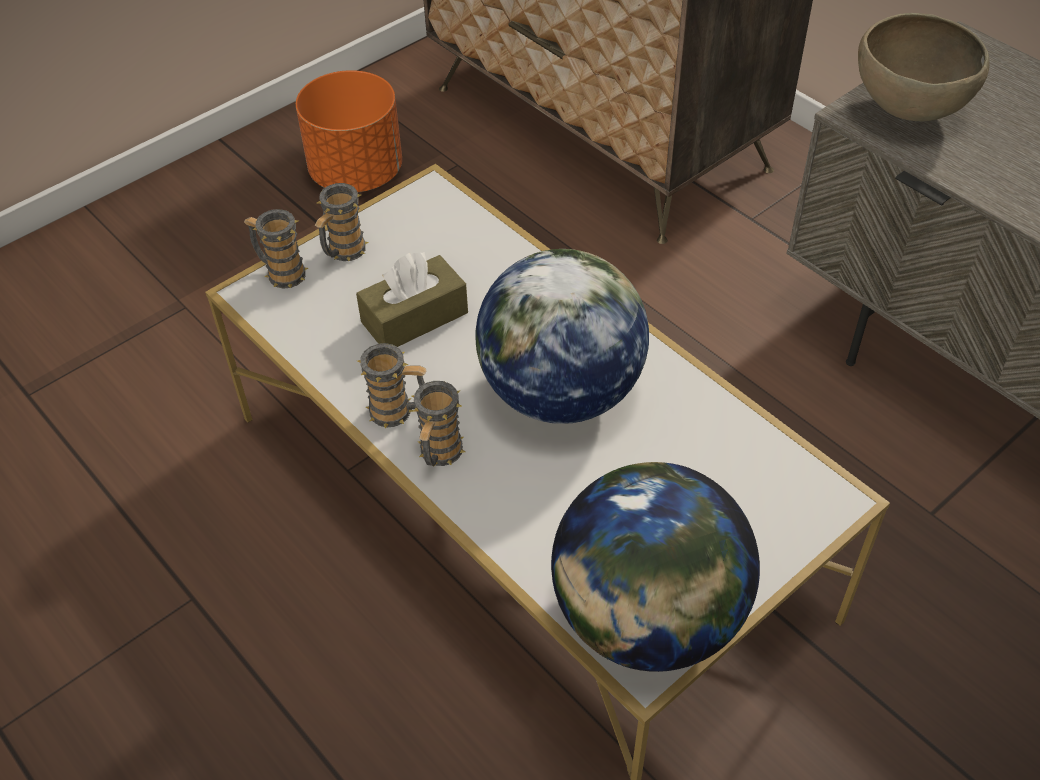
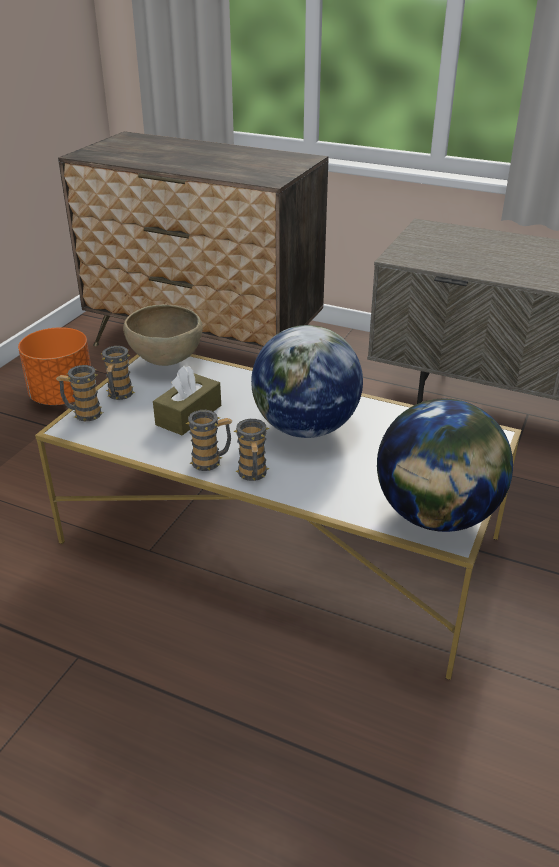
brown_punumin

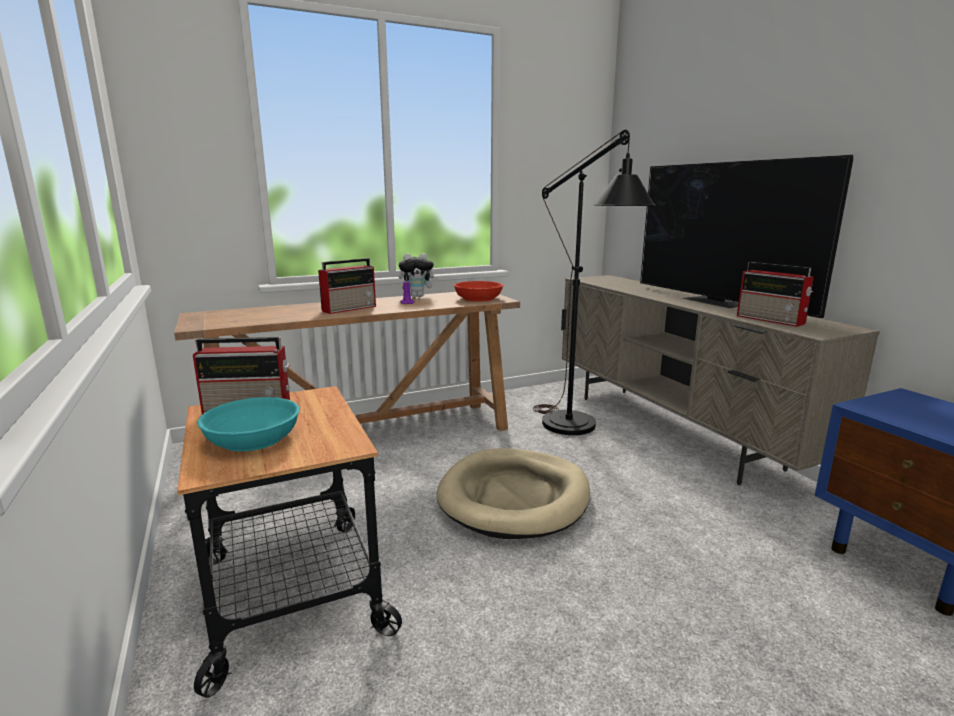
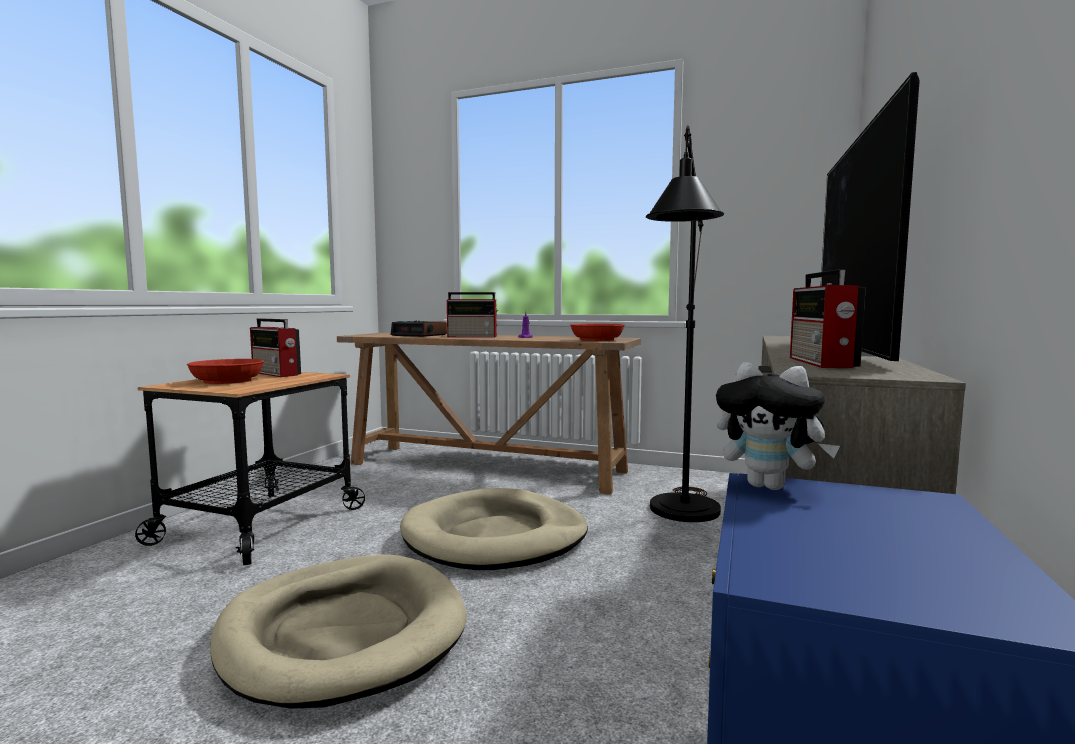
red_punumin (1st from left); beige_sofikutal (1st from left); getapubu; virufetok

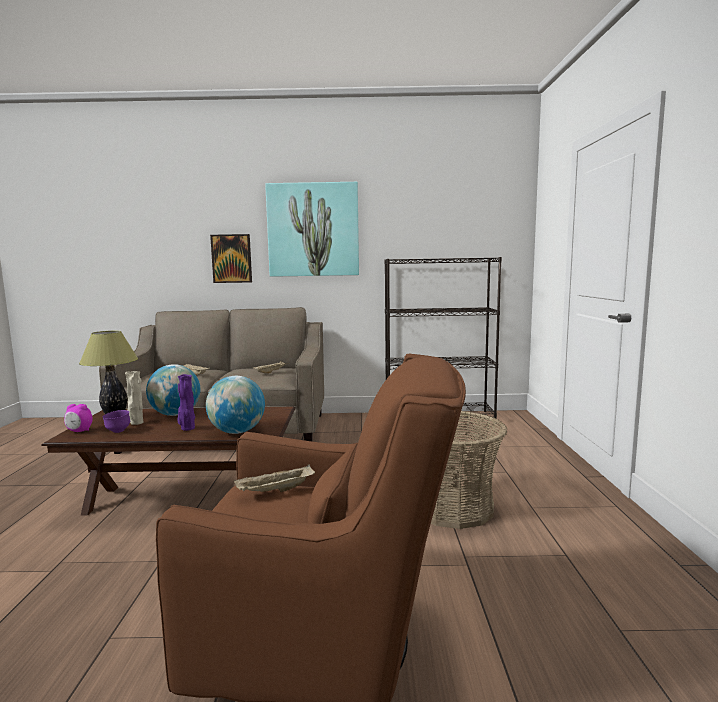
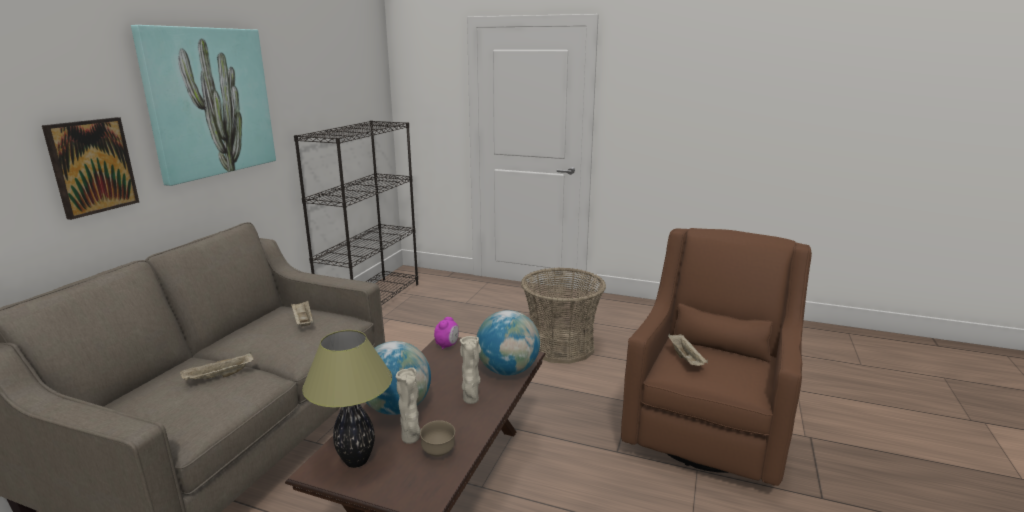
brown_punumin; getapubu; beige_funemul (2nd from left)

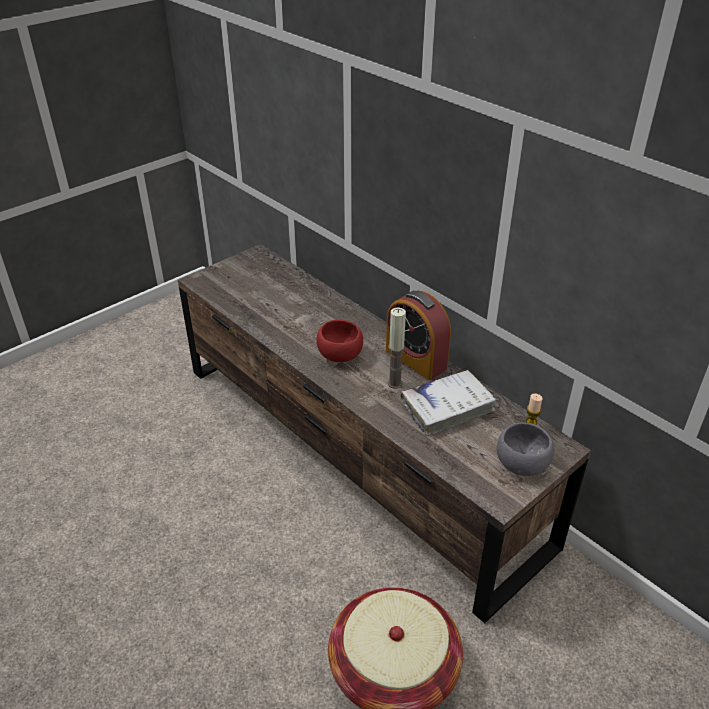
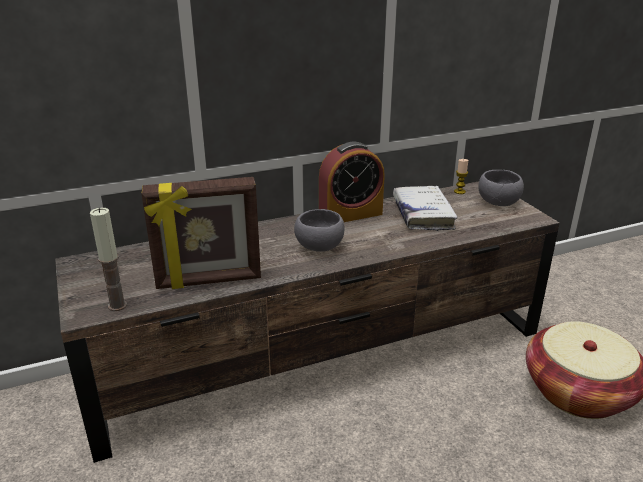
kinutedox (1st from left); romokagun; grey_punumin (1st from left)

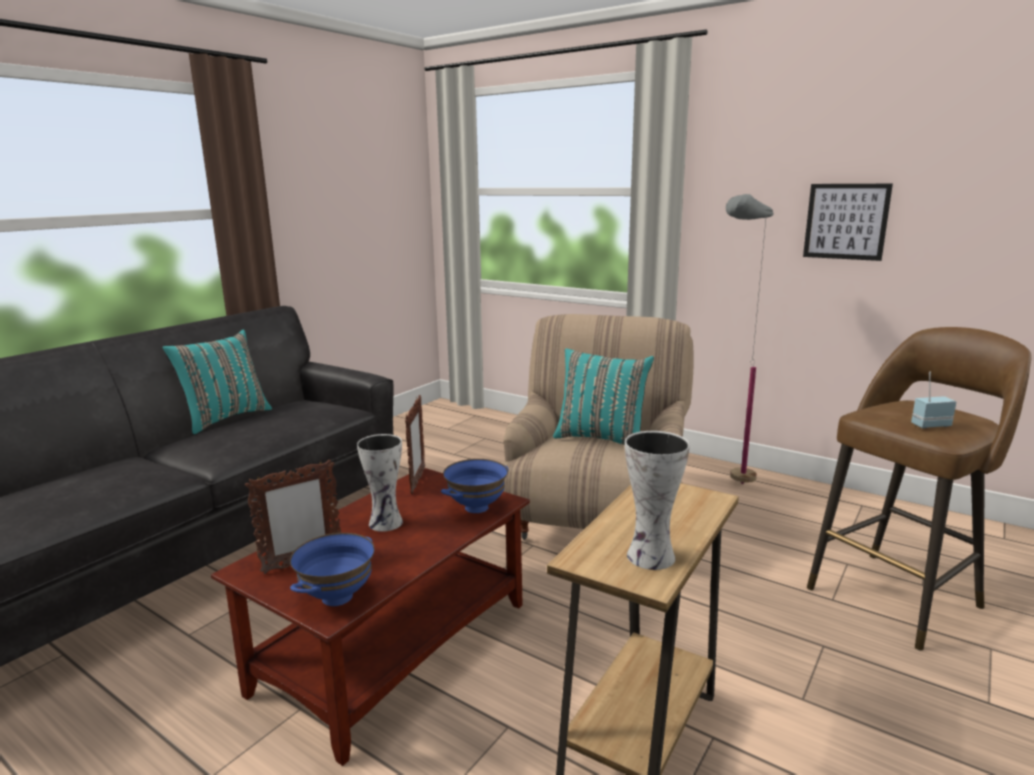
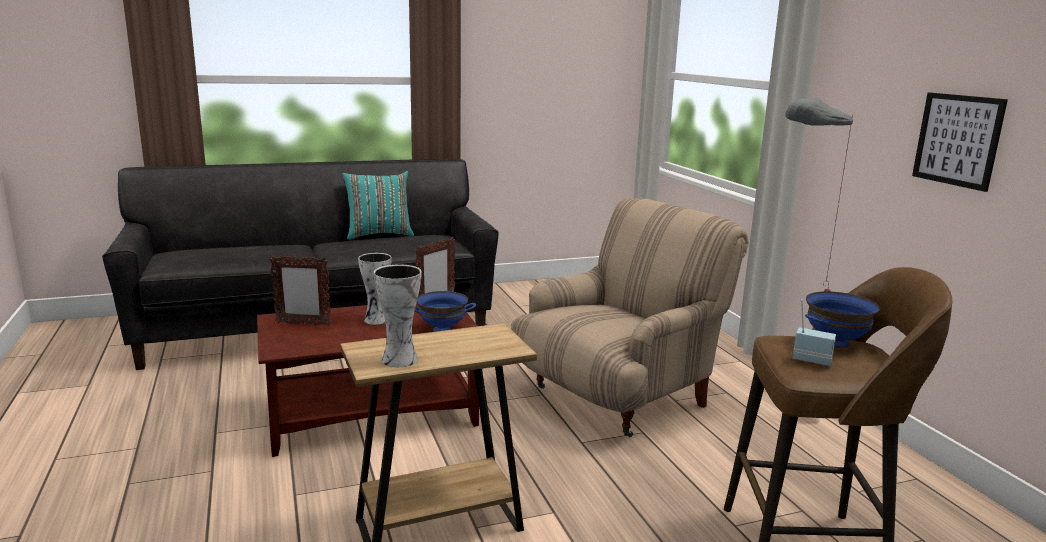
blue_punumin (2nd from left); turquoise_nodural (2nd from left in the first image)

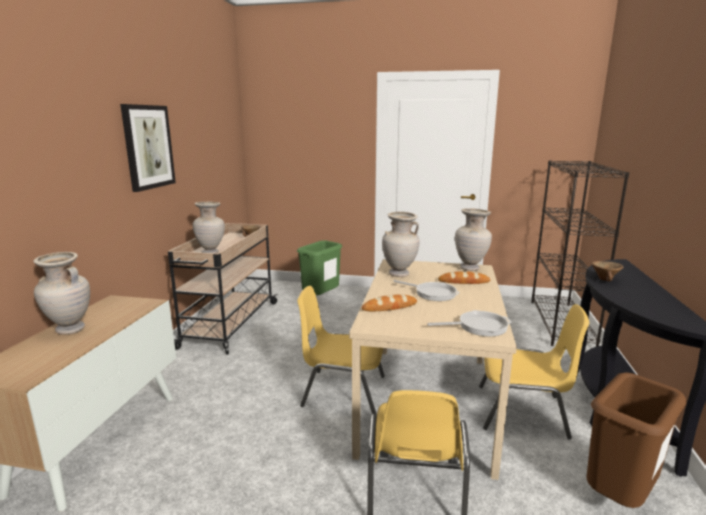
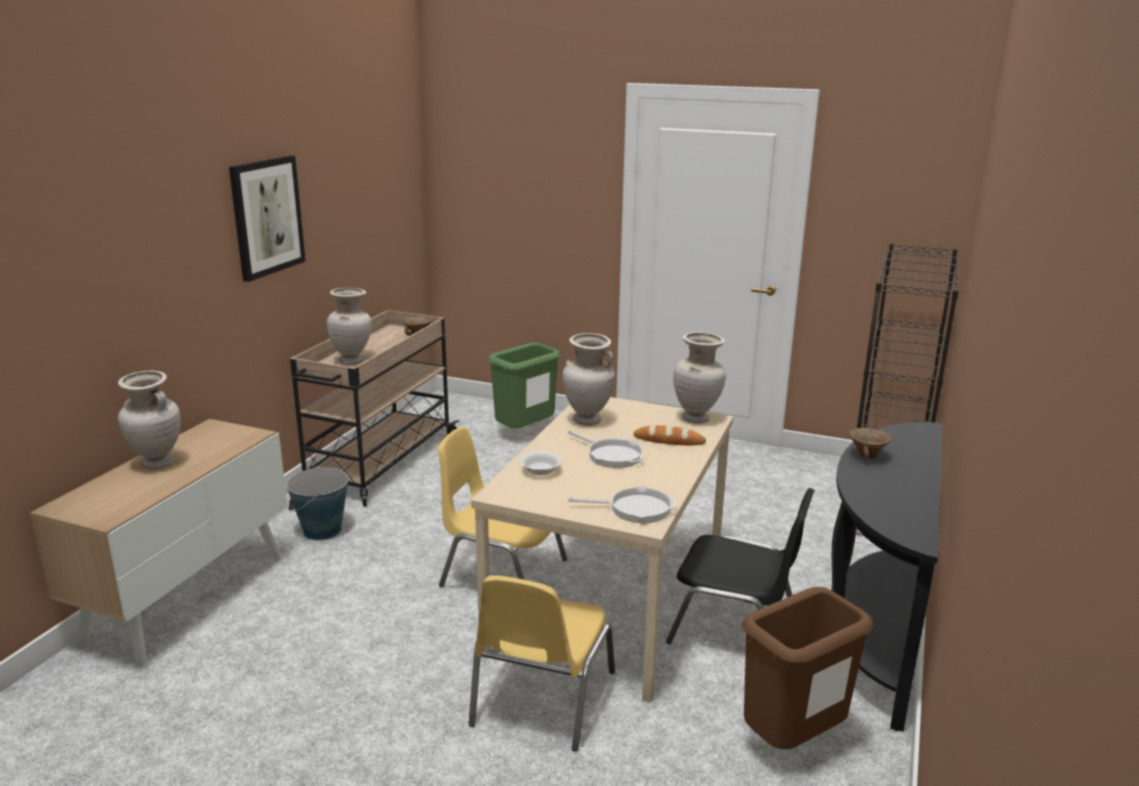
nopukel; white_punumin; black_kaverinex

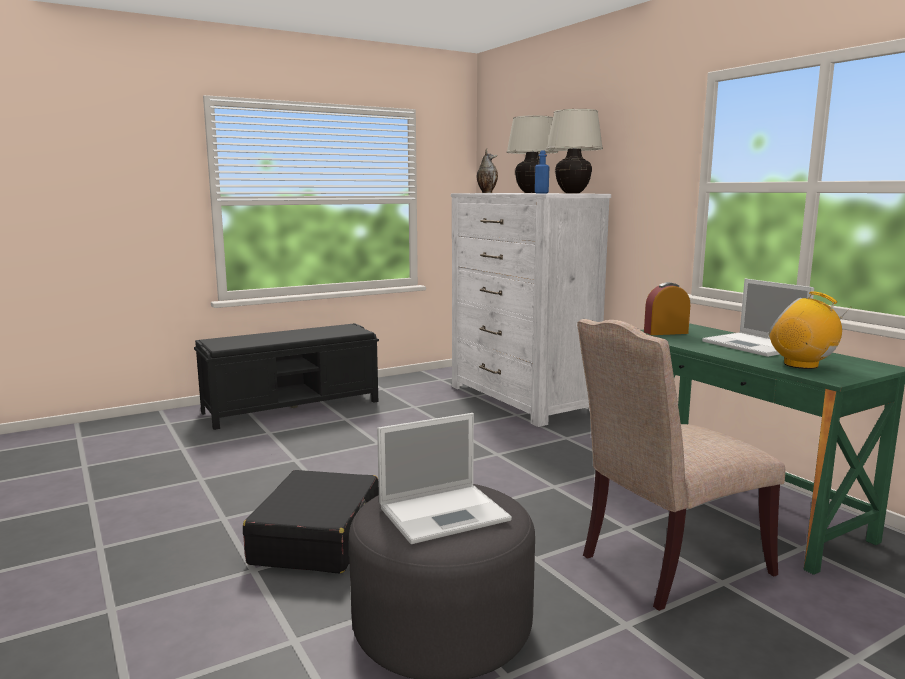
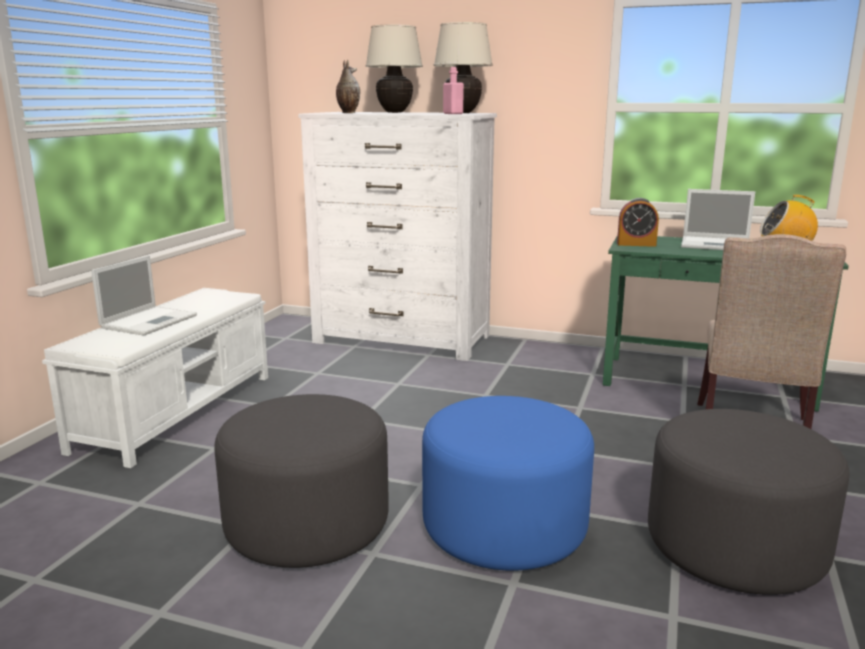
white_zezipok; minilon (1st from left); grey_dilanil (1st from left); blue_dilanil; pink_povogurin; getapubu

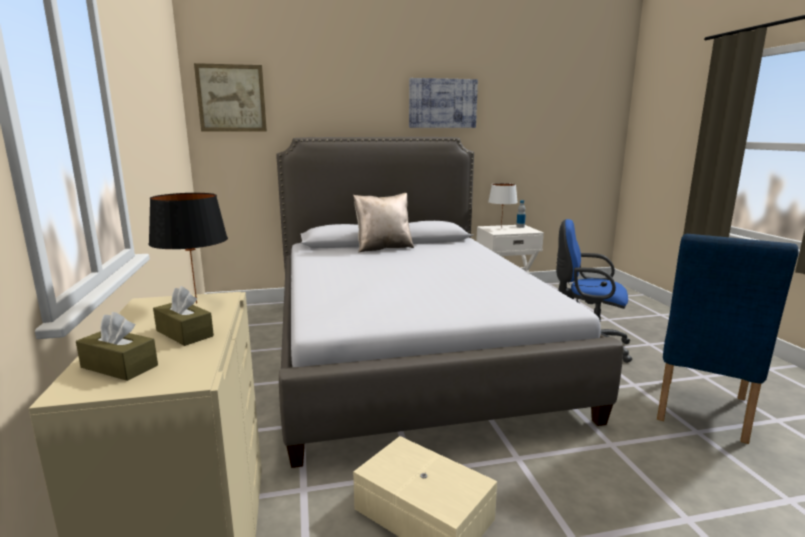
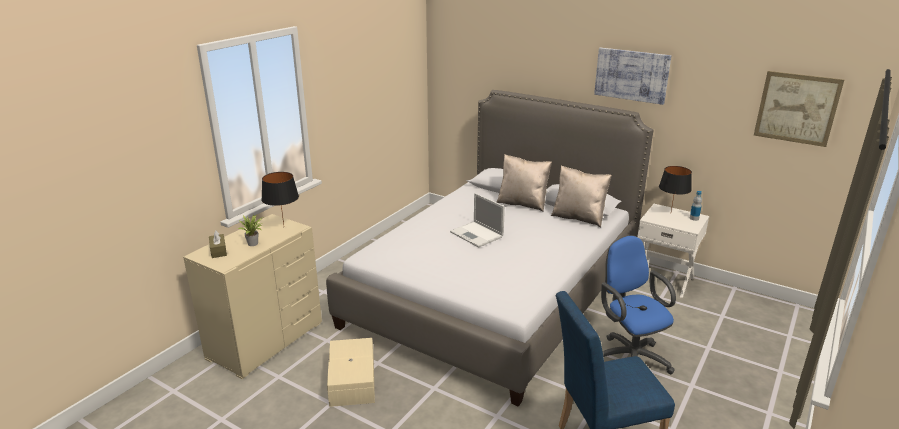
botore; minilon; beige_nodural (2nd from left); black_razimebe (2nd from left); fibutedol (2nd from left)

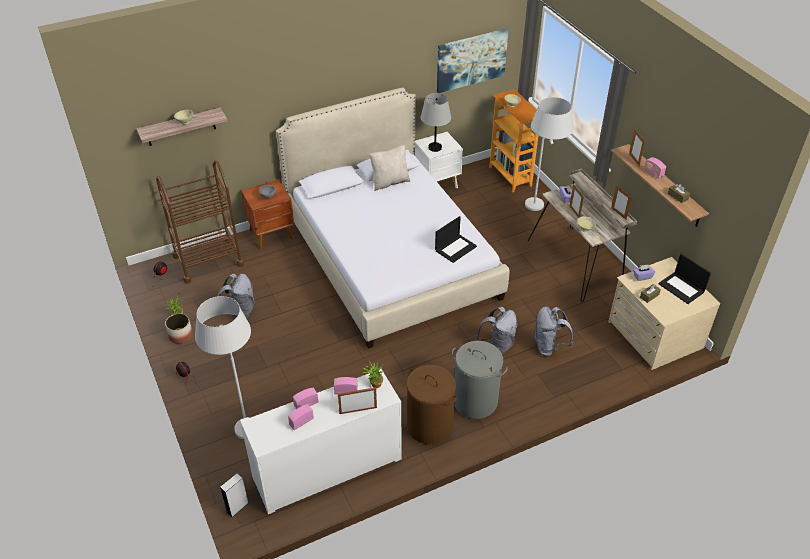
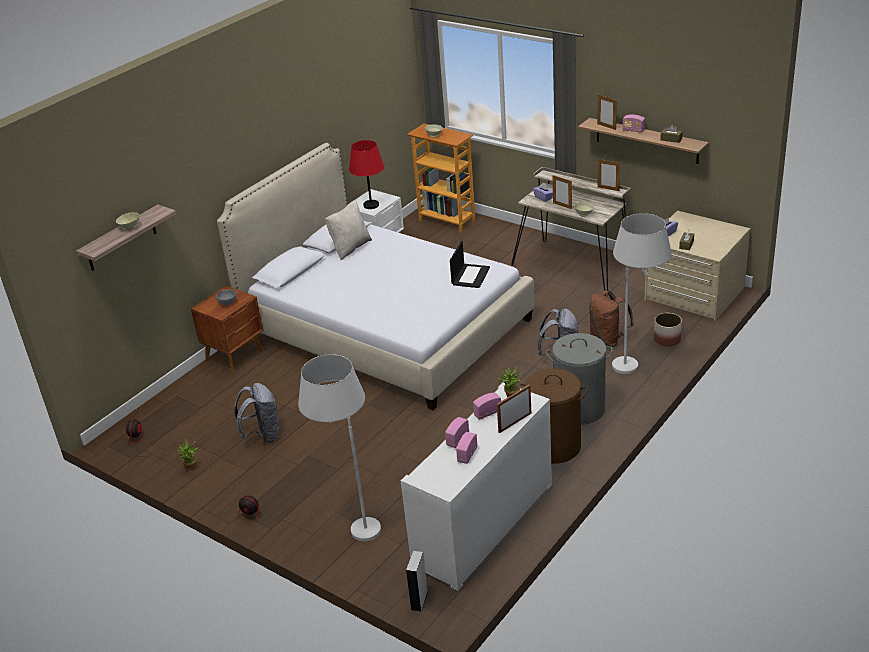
red_razimebe; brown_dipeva; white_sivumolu (2nd from left); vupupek; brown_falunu; fibutedol; minilon (2nd from left in the first image)

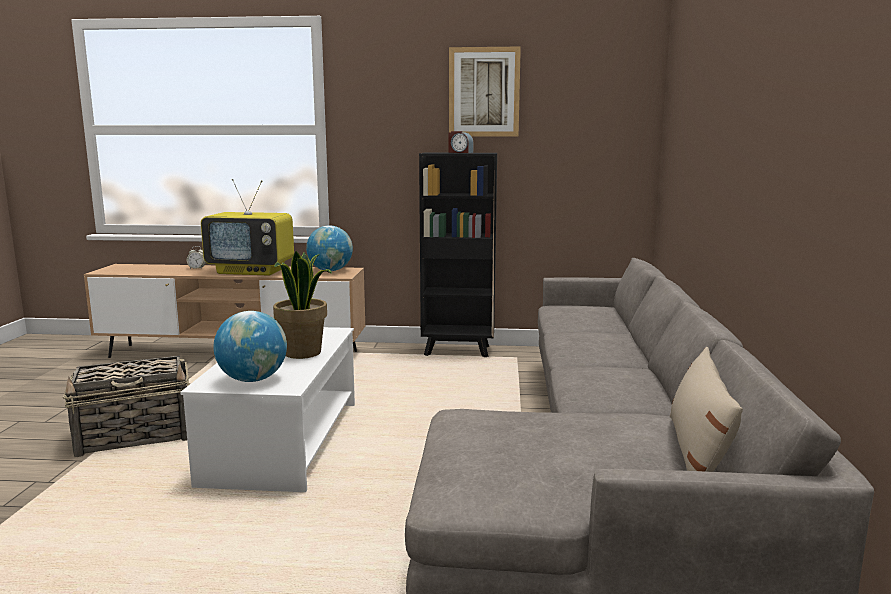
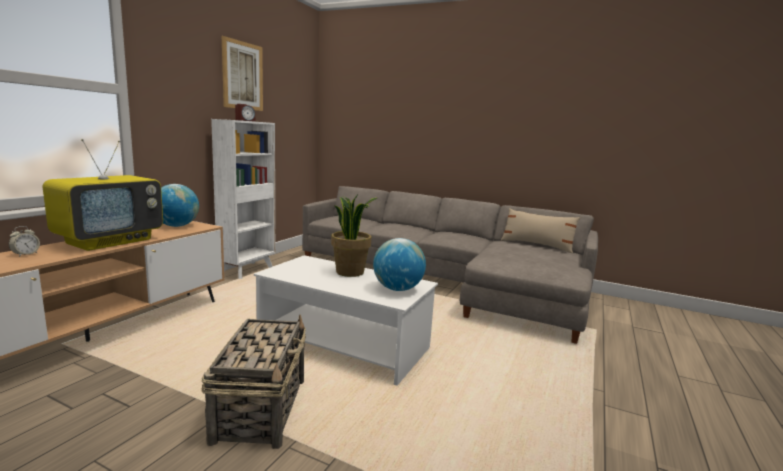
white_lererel

